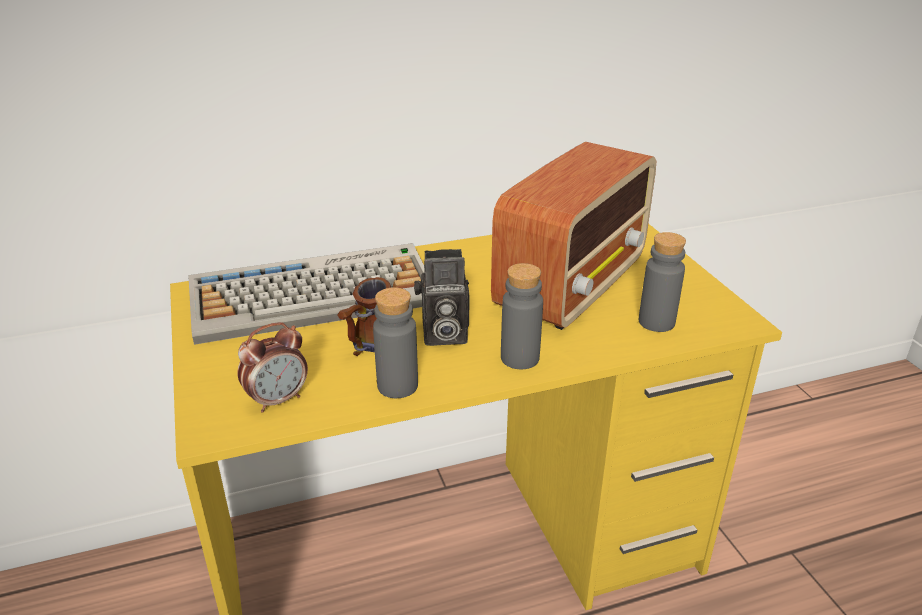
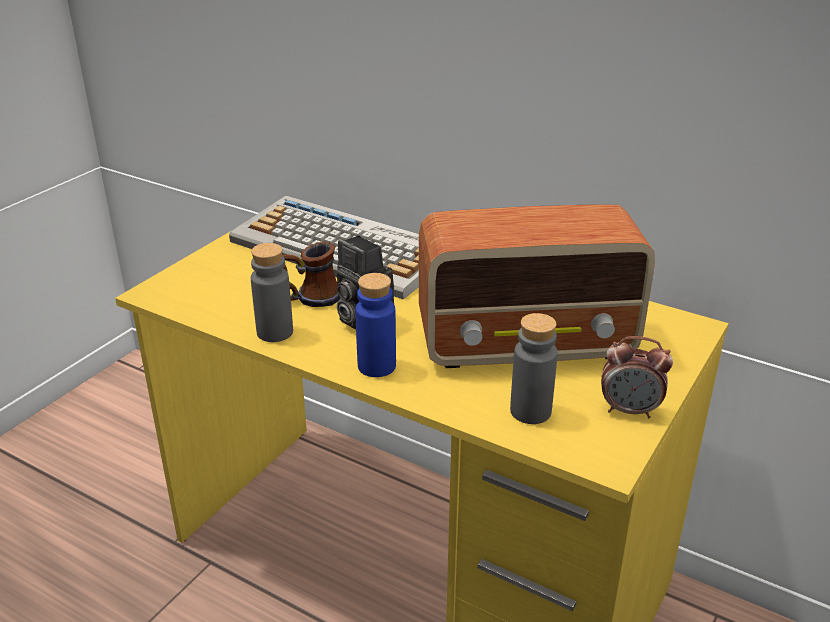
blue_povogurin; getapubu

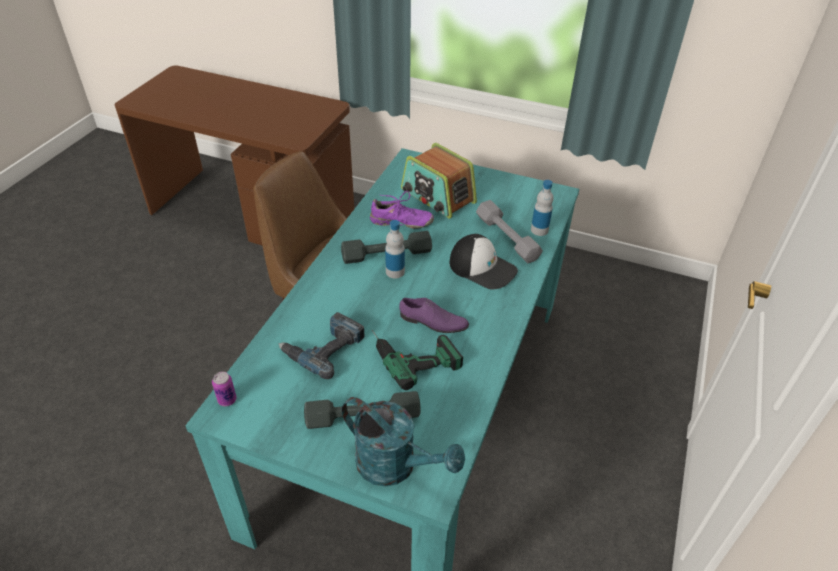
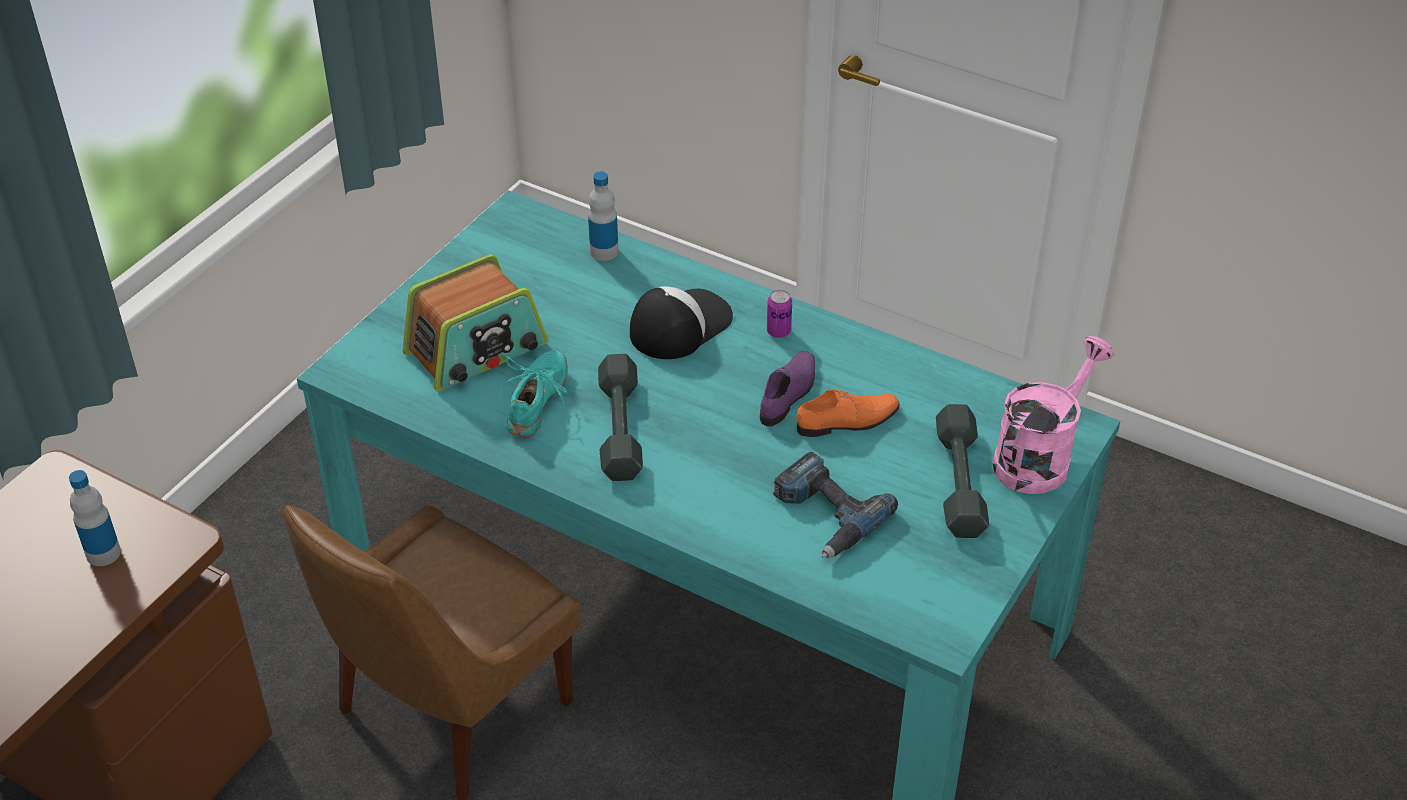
povogurin (1st from left); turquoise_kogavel; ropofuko; orange_kogavel; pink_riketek; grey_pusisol (3rd from left in the first image)

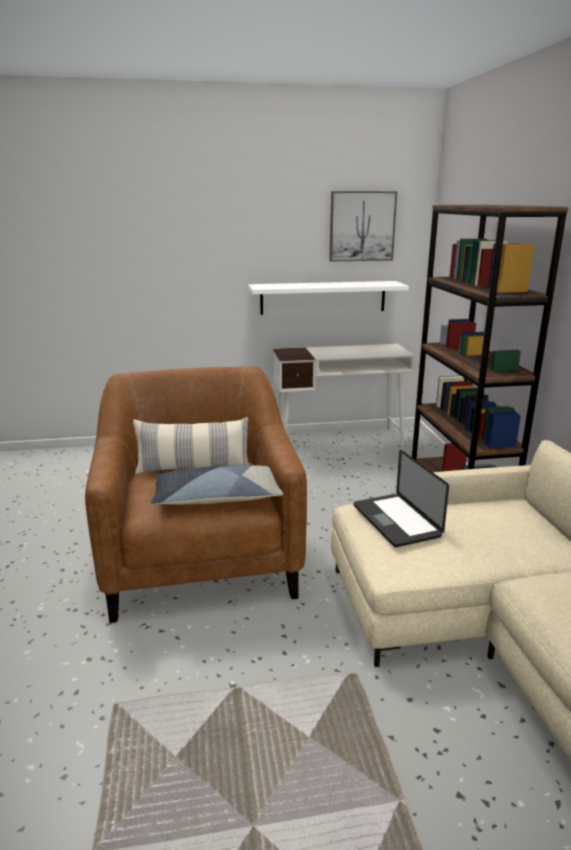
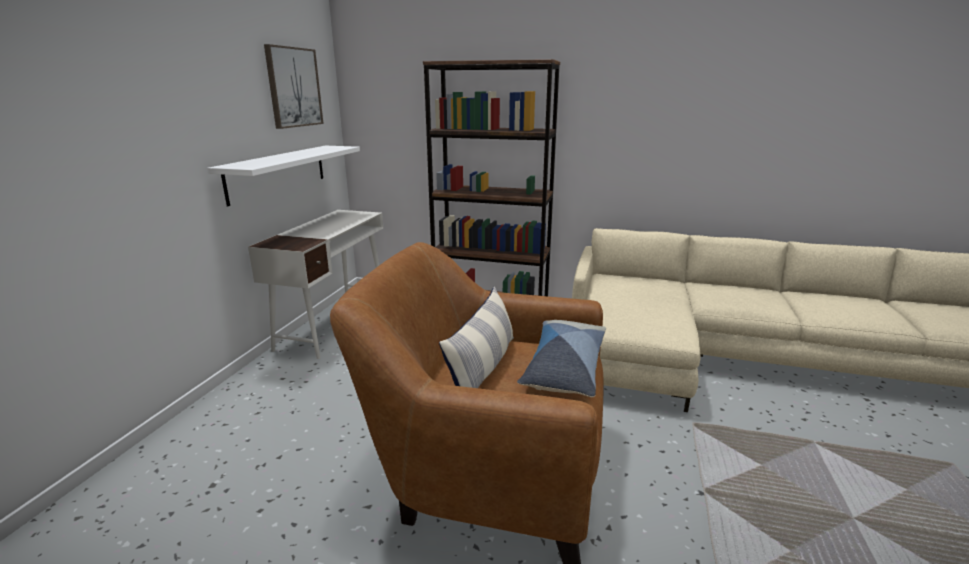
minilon

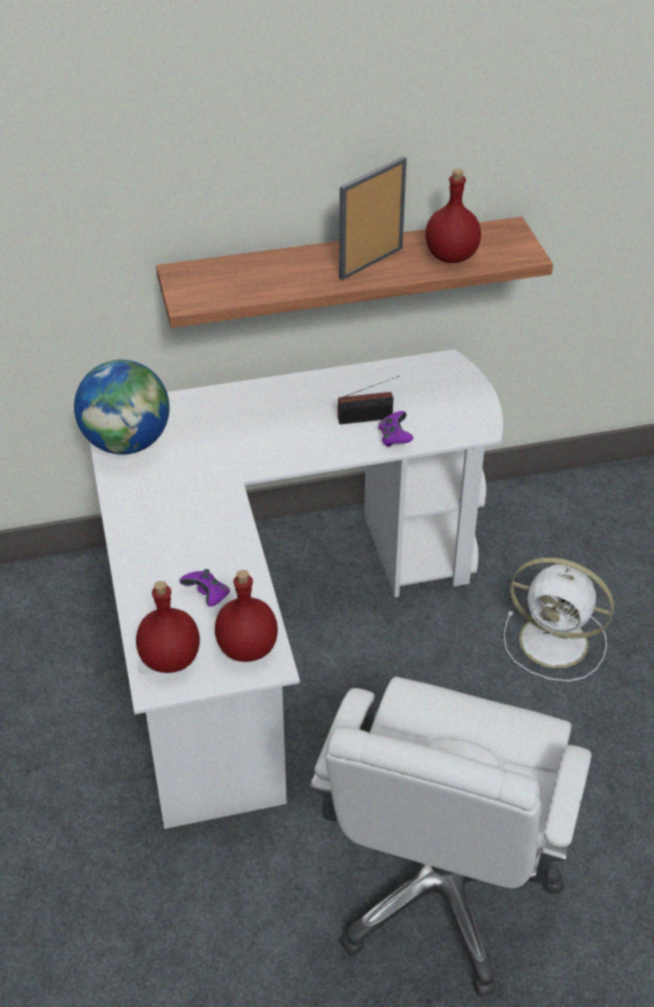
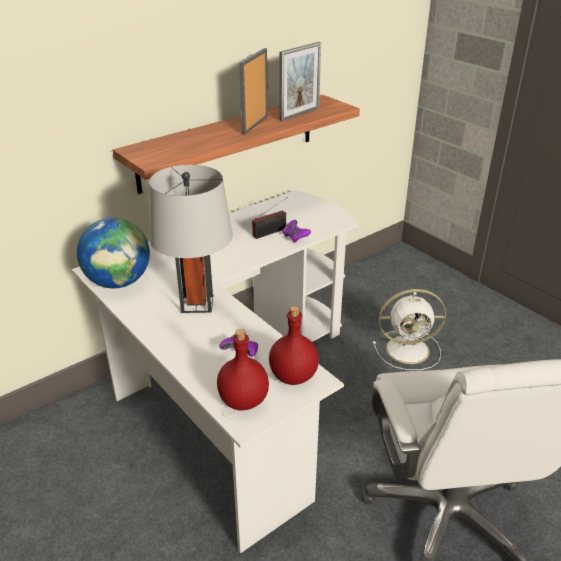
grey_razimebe; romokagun (2nd from left)

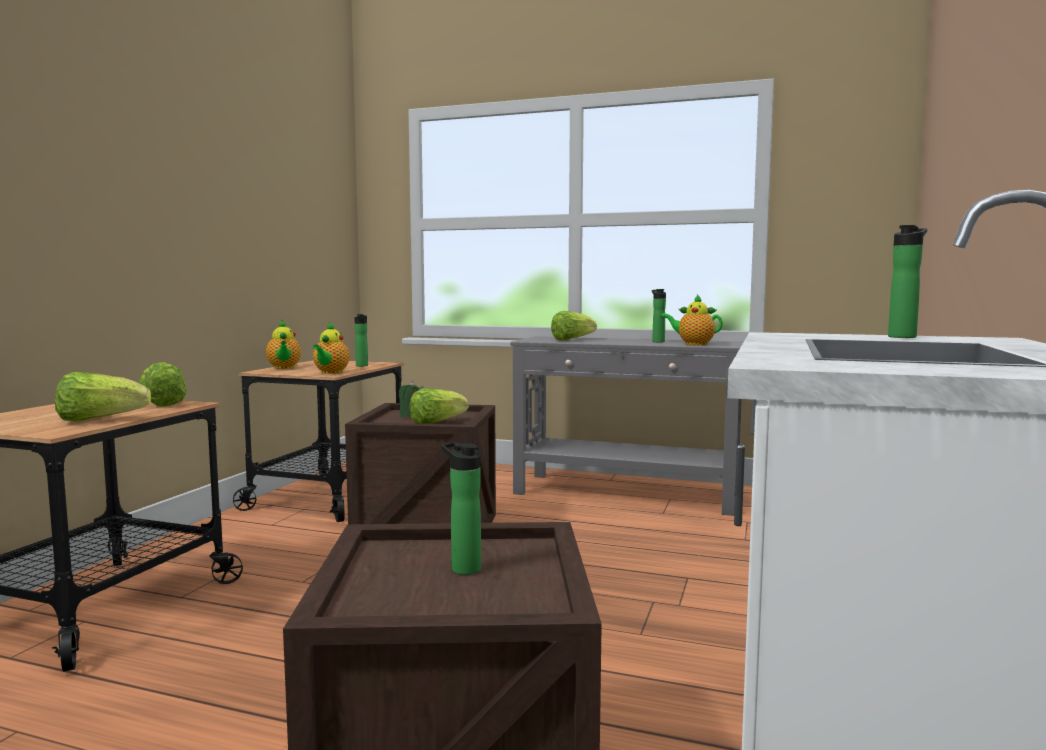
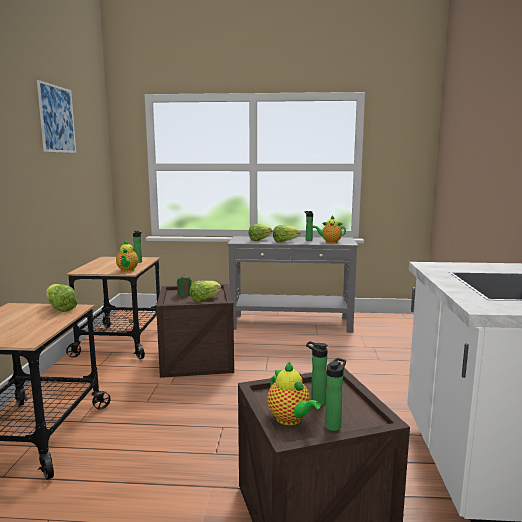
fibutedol; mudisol (2nd from left); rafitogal (4th from left); povogurin (4th from left)

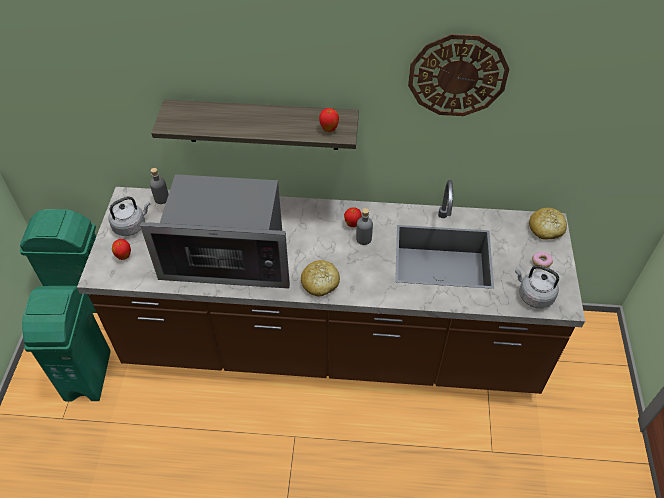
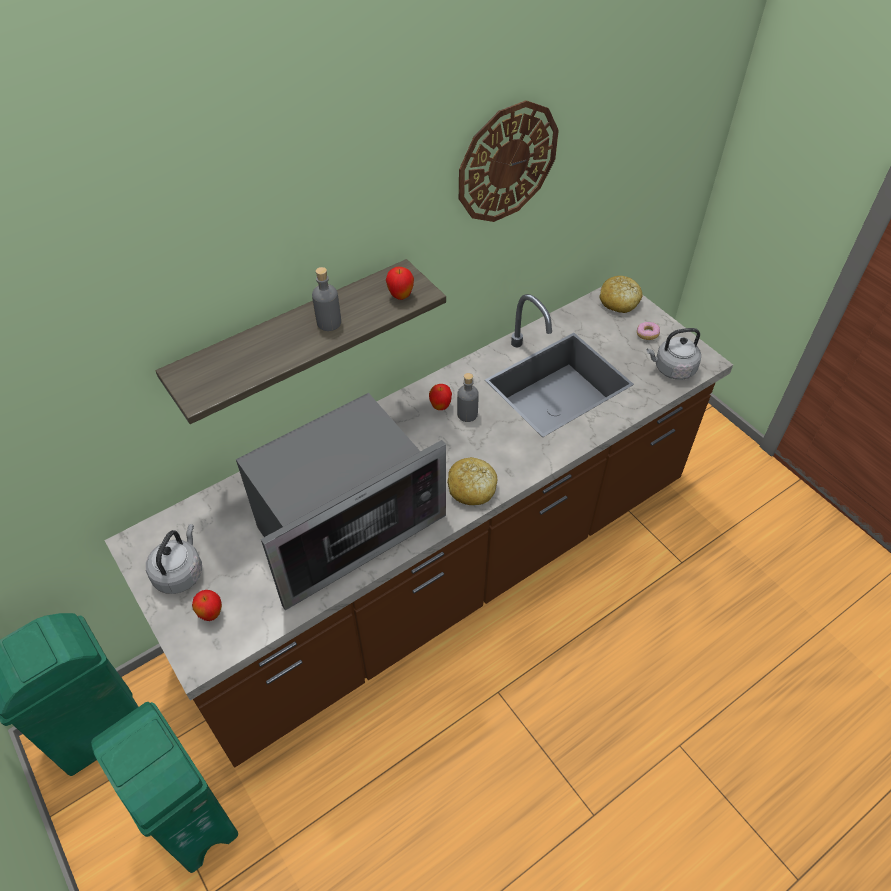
grey_povogurin (1st from left)

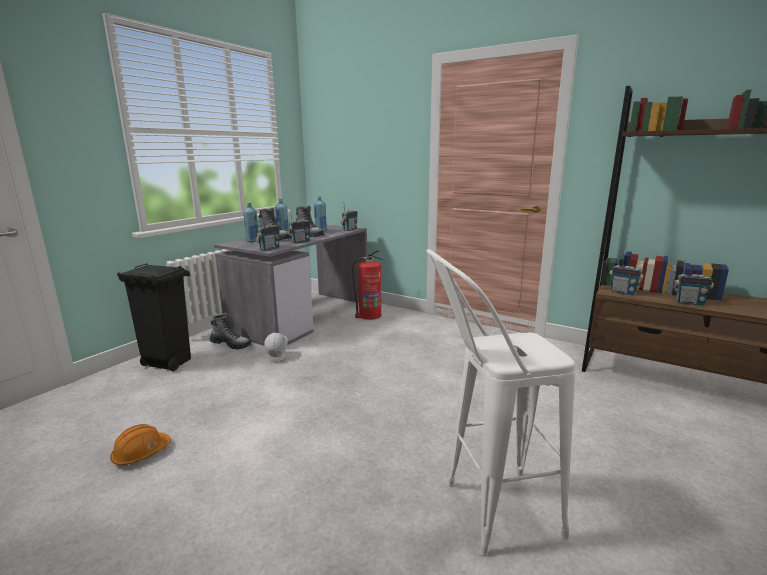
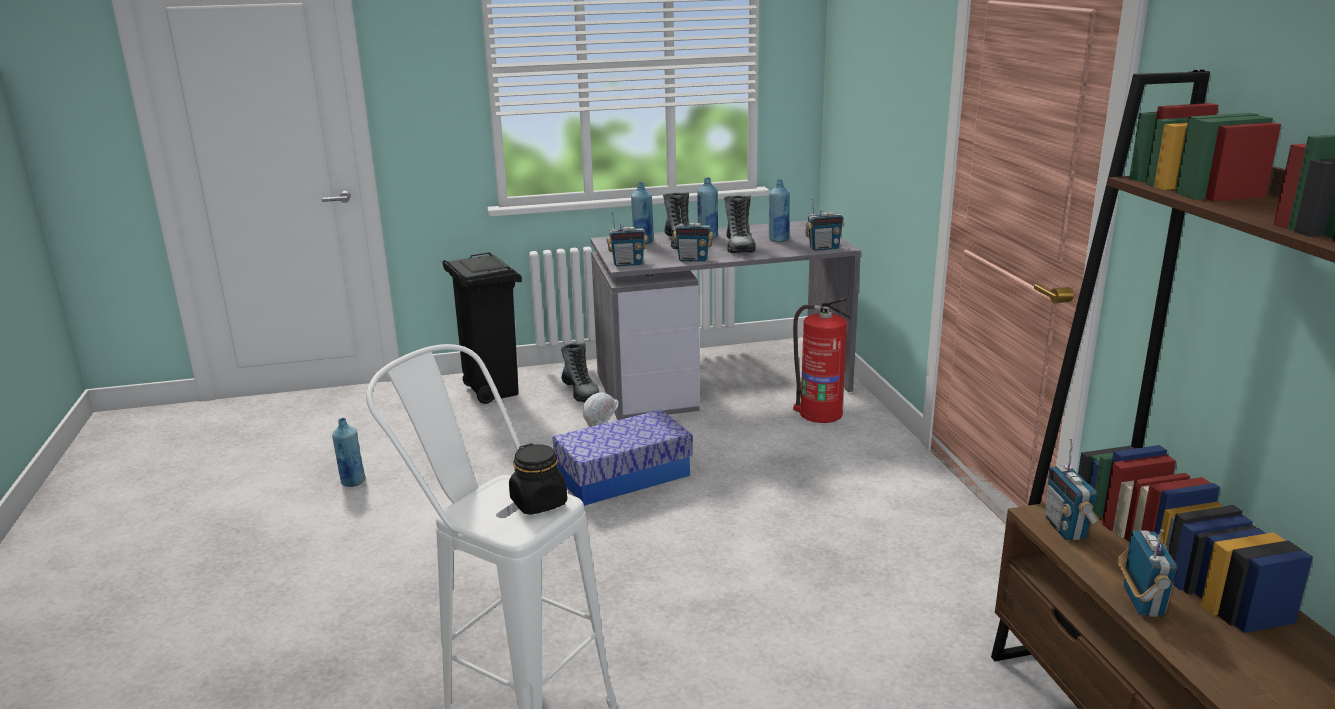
blue_povogurin (1st from left); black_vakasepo; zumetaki; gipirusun (5th from left)

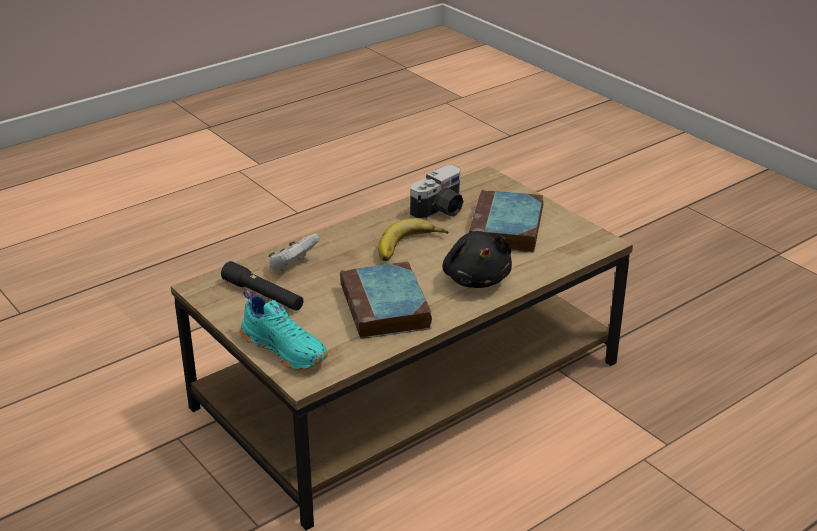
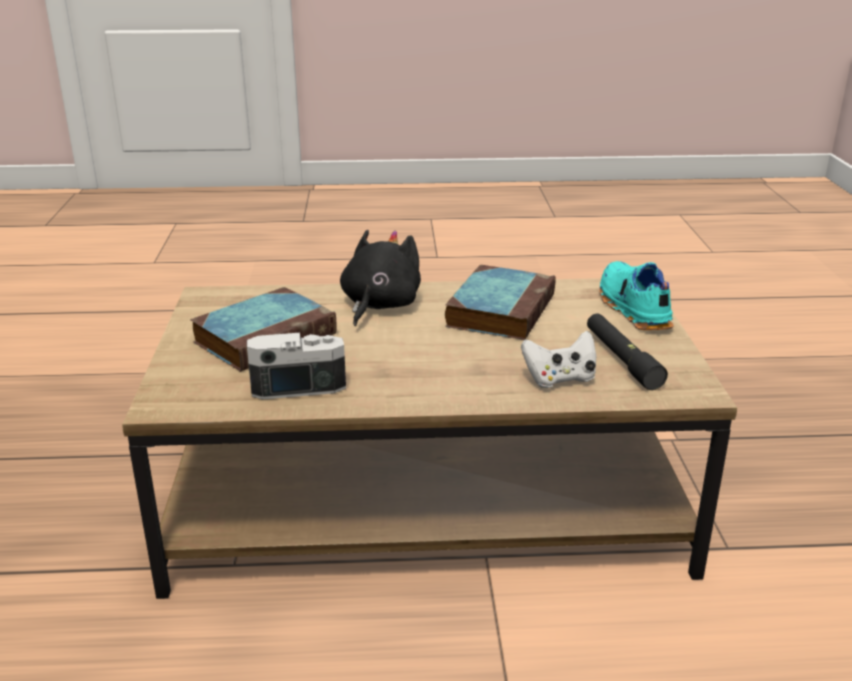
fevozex

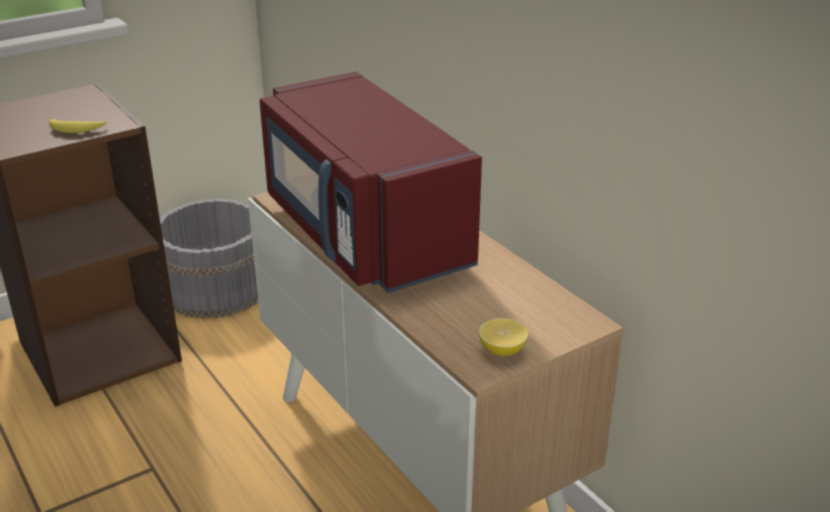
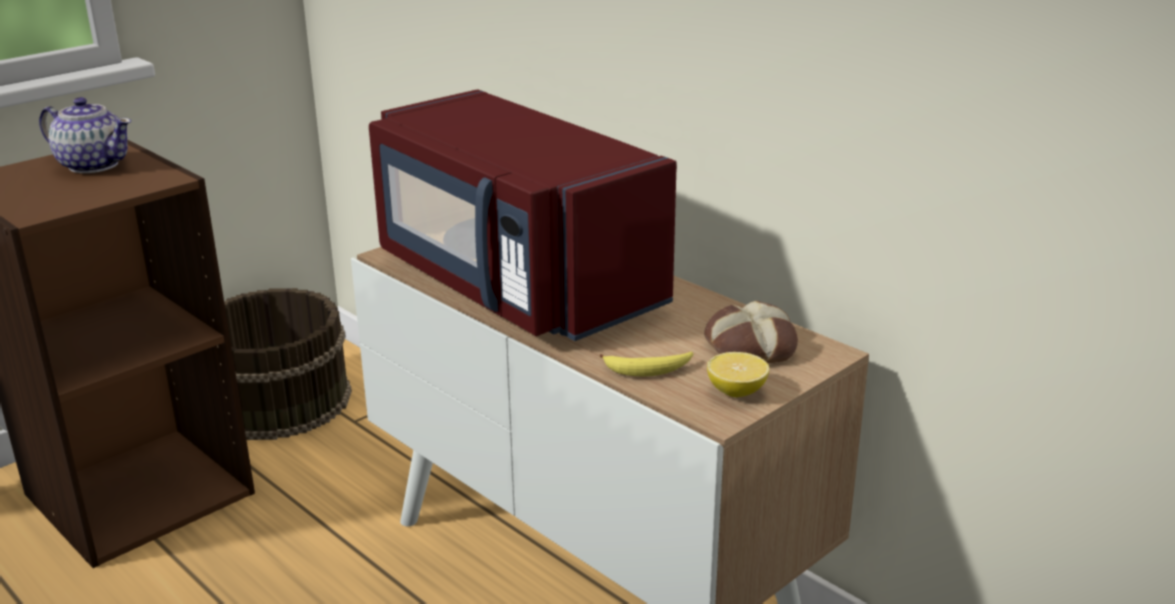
mudisol; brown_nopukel; fevozex; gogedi

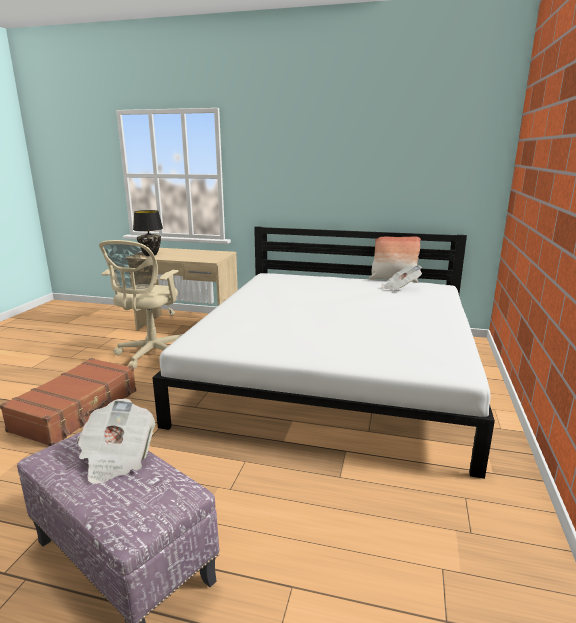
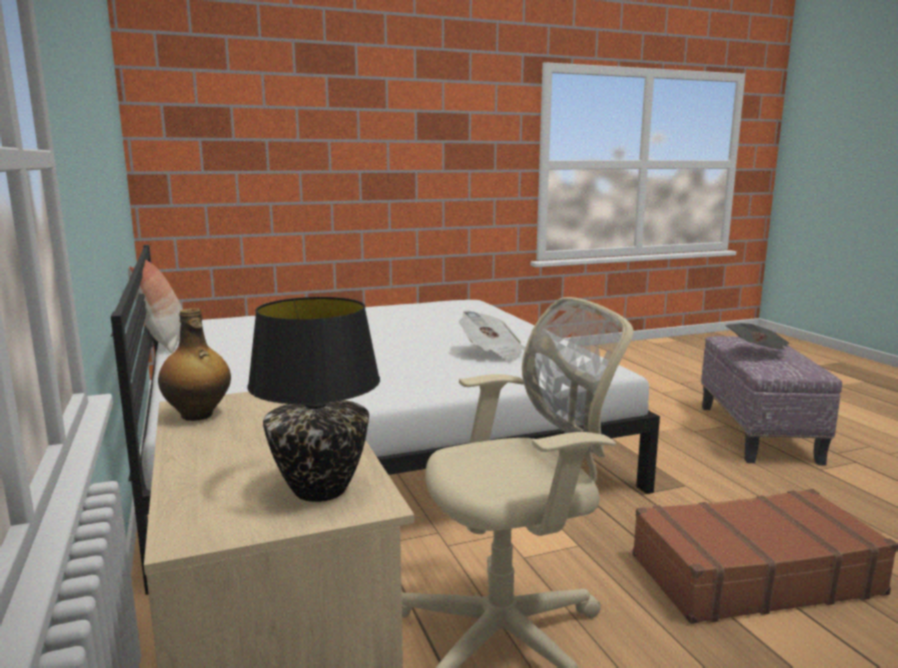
povogurin; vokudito (1st from left)

